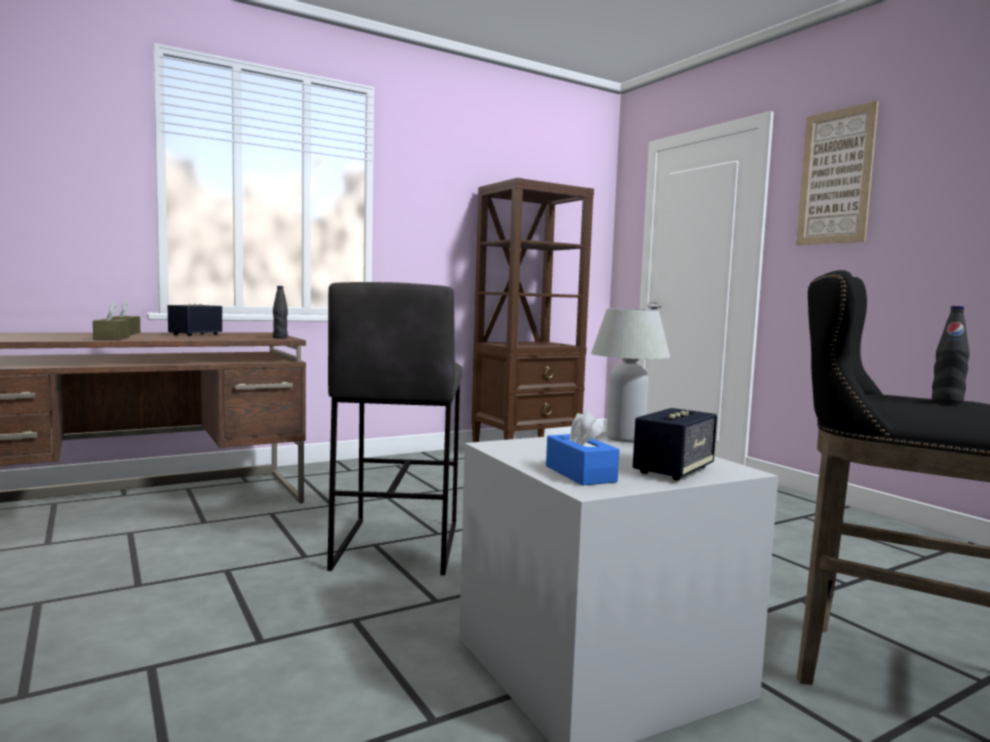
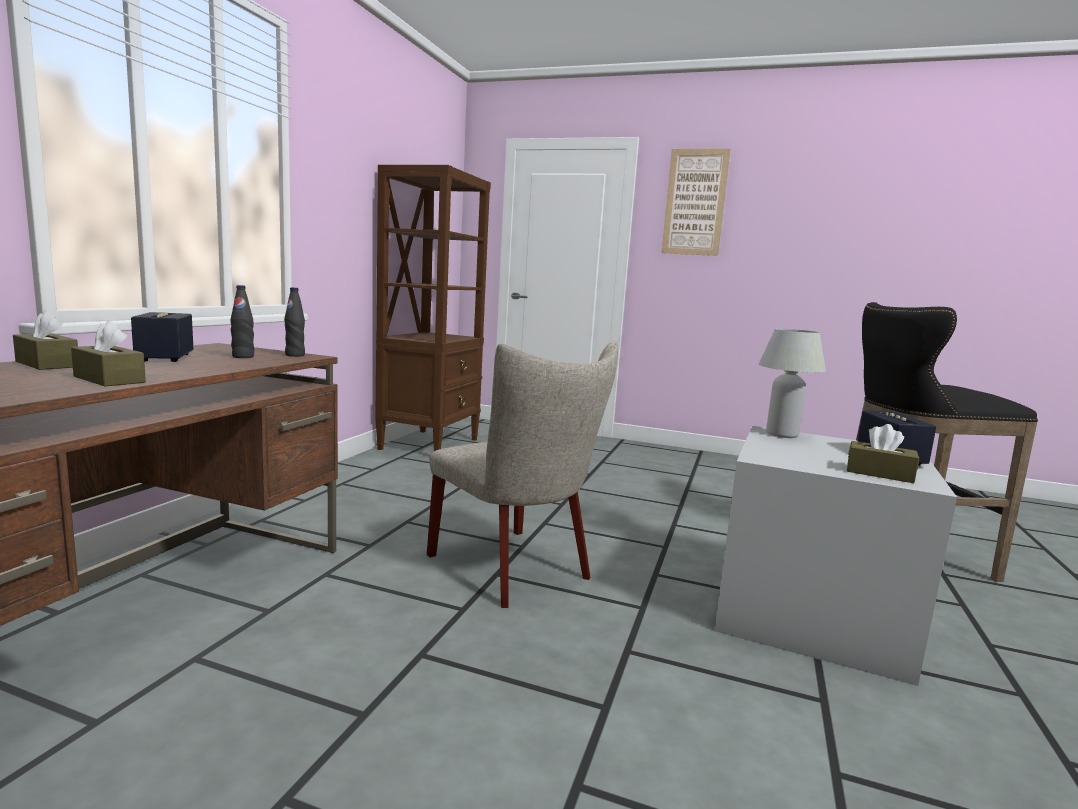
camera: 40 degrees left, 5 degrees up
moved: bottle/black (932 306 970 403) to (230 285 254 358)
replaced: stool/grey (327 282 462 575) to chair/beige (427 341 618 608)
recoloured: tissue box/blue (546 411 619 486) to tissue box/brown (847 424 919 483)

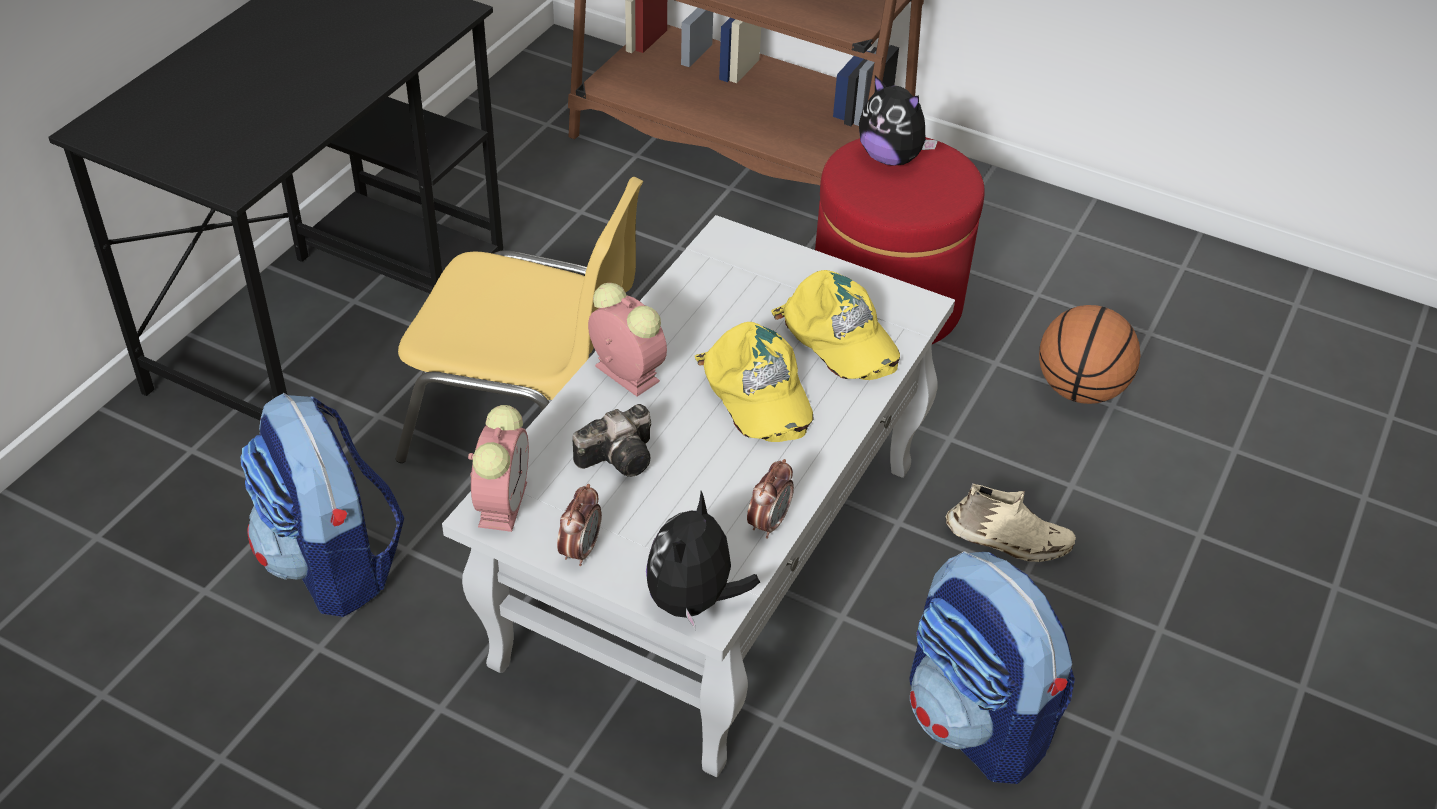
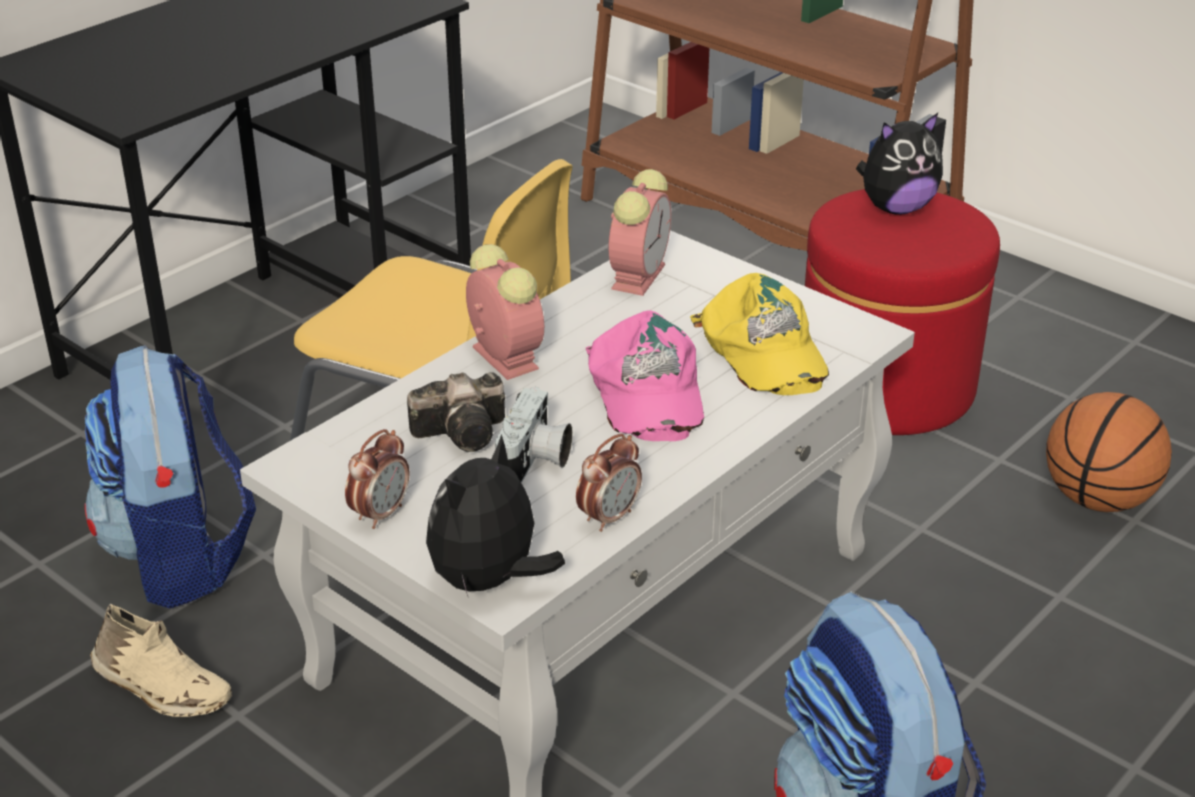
camera: 15 degrees right, 10 degrees down
added: photo camera (495 387 573 483)
moved: alarm clock (468 405 529 532) to (608 169 671 296); shoe/beige (946 483 1076 562) to (90 604 232 717)
recoloured: cap/yellow (695 322 814 442) to cap/pink (586 310 704 441)
turned: plush toy (859 75 938 165) = (856 113 943 215) 75 degrees counterclockwise

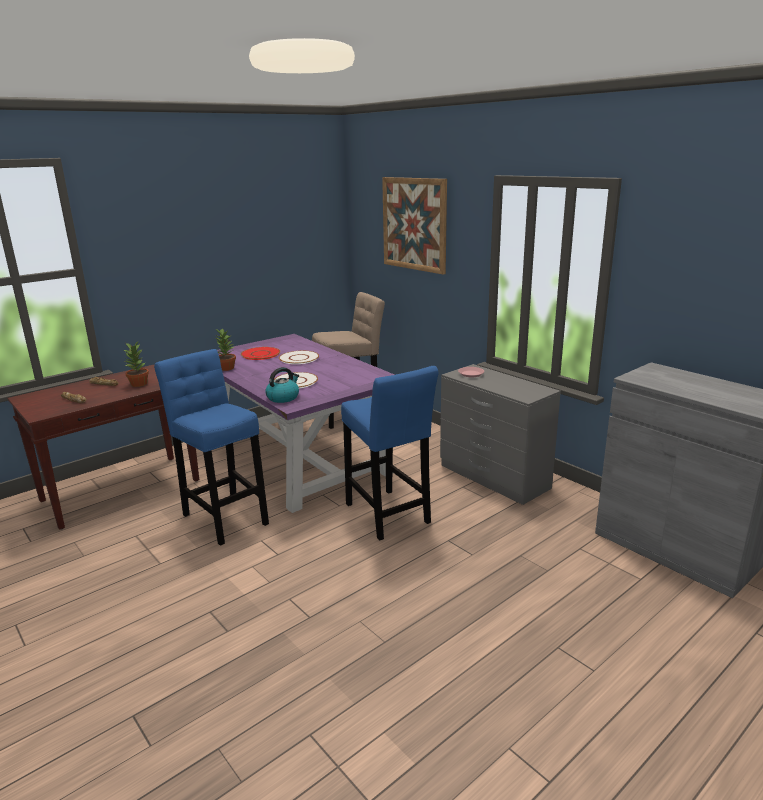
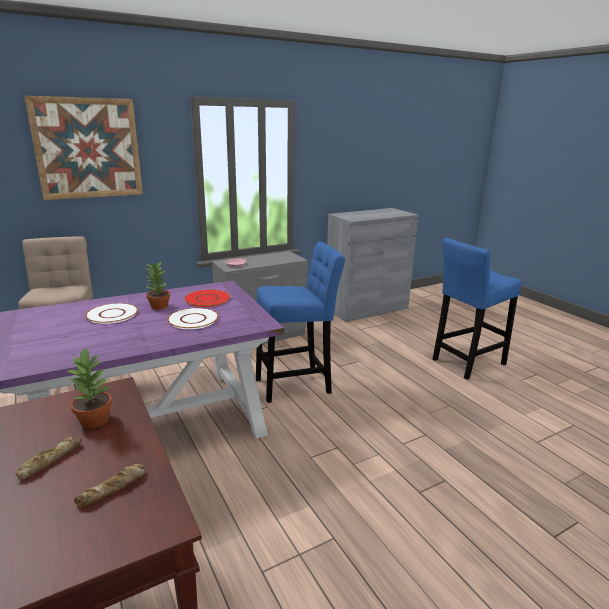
camera: 80 degrees left, 0 degrees up
removed: kettle (265 367 299 403)
moved: potted plant (215 329 236 371) to (146 262 170 310); plate/red (241 347 280 360) to (184 289 230 307); stool/blue (154 349 269 546) to (433 238 521 380)

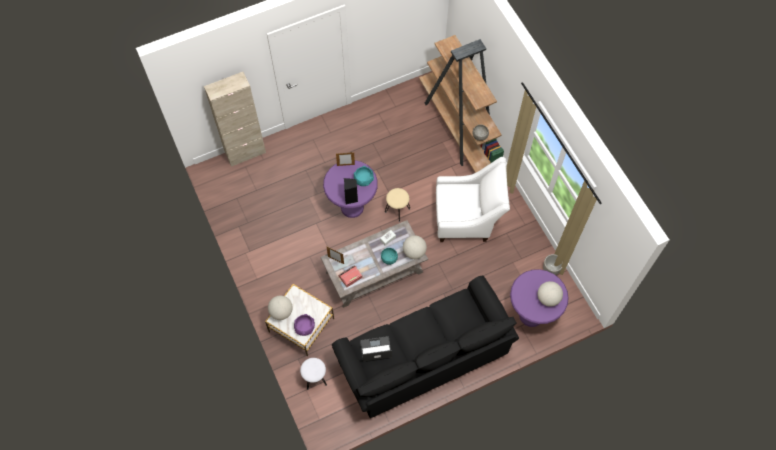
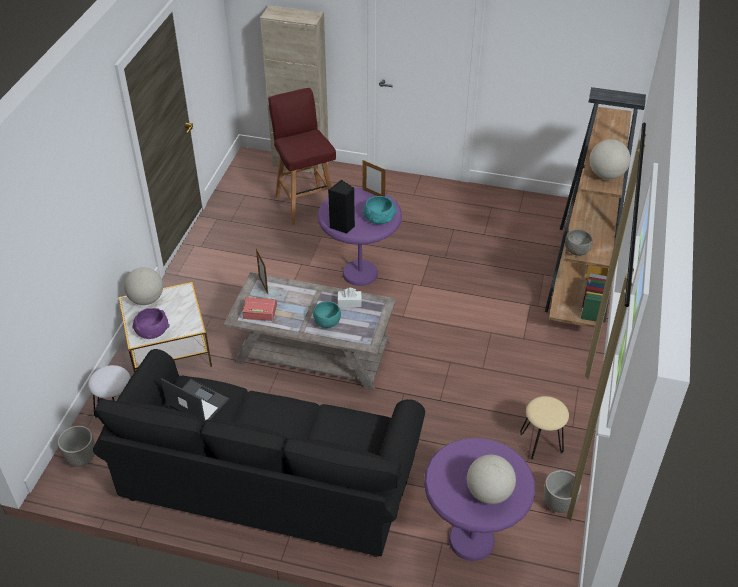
camera: 40 degrees right, 20 degrees down
removed: armchair/white (436 157 510 242)
added: stool/red (268 88 336 225); planter (58 426 95 467)
moved: stool/beige (385 188 410 222) to (520 396 569 460); globe (403 235 427 259) to (589 139 631 179)

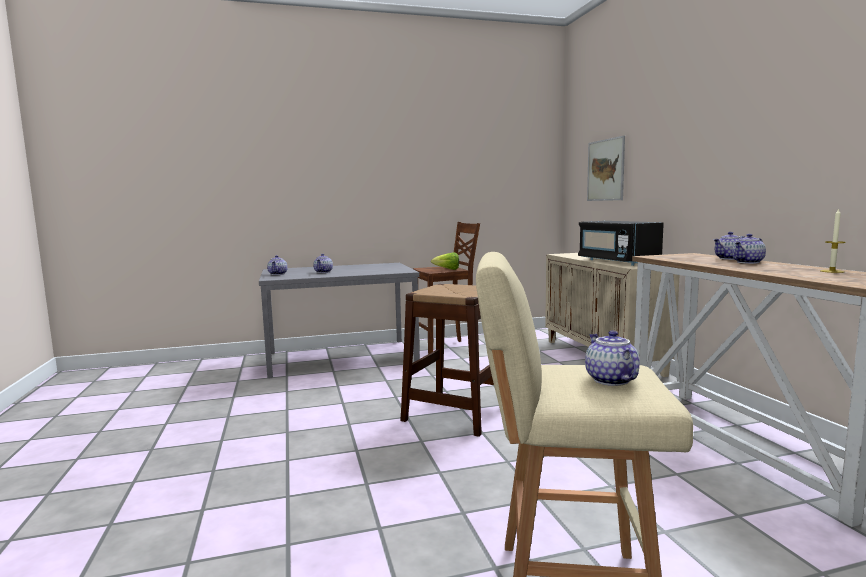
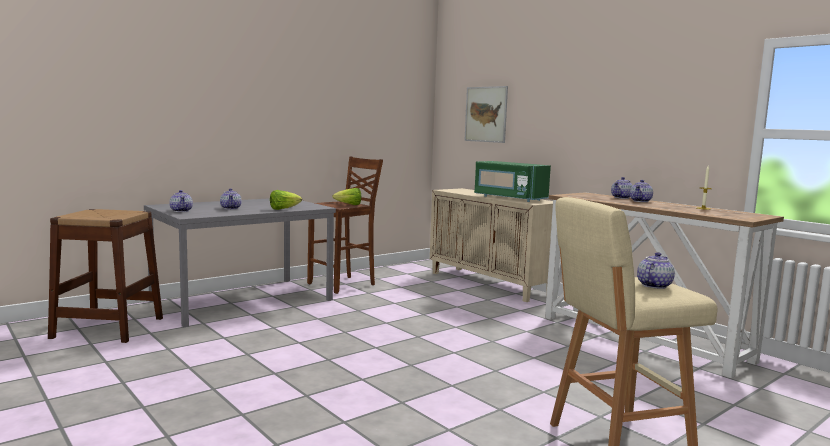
camera: 25 degrees left, 0 degrees up
added: lettuce (270 190 302 210)
moved: stool/brown (400 284 494 437) to (48 209 163 343)
recoloured: microwave/black (578 221 664 266) to microwave/green (474 161 551 202)
turned: teapot (585 331 640 386) = (637 252 675 289) 75 degrees clockwise

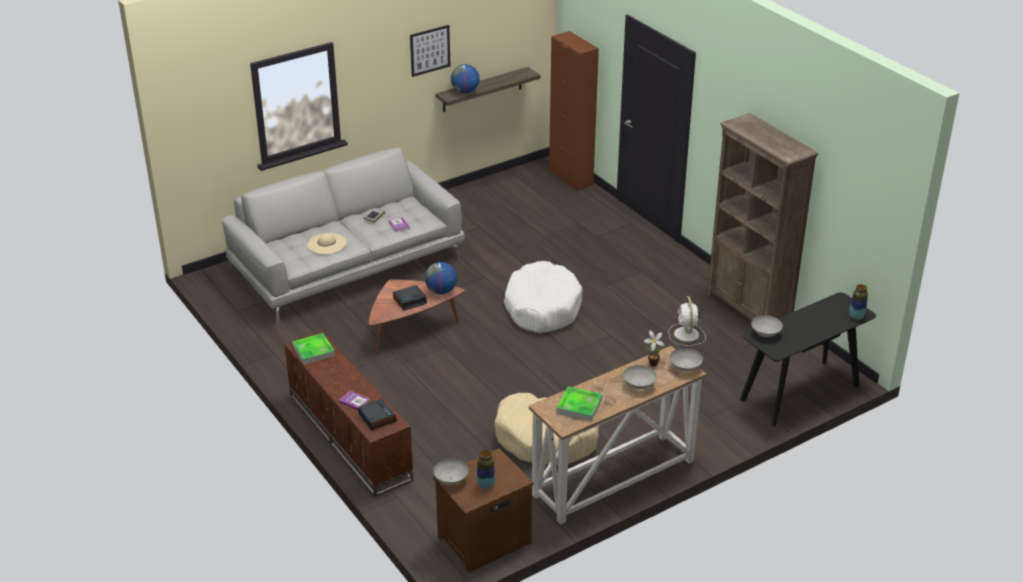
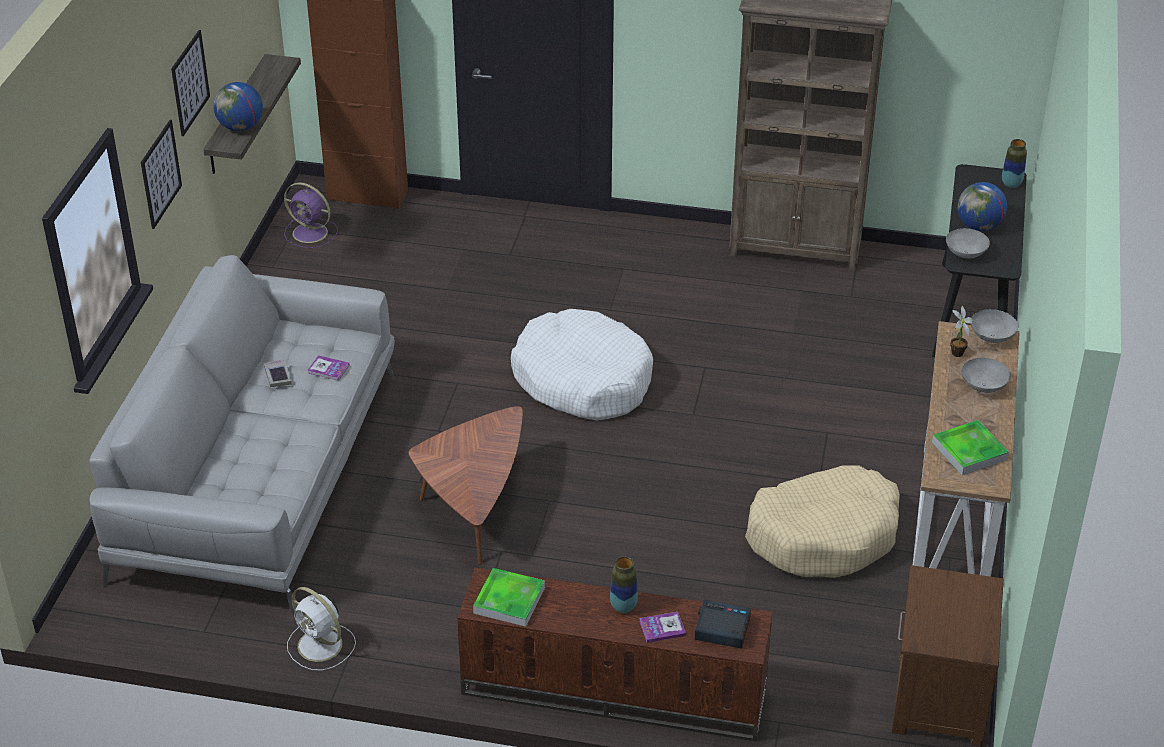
camera: 45 degrees left, 5 degrees up
removed: hat/beige (307 233 347 254); alarm clock (393 285 427 310); bowl/grey (434 459 469 485)
added: picture (141 120 182 229); fan/purple (284 182 338 248)
moved: globe (425 262 457 294) to (957 182 1007 231); fan/white (668 296 706 346) to (287 587 356 671); vase (477 450 495 489) to (610 556 638 613)

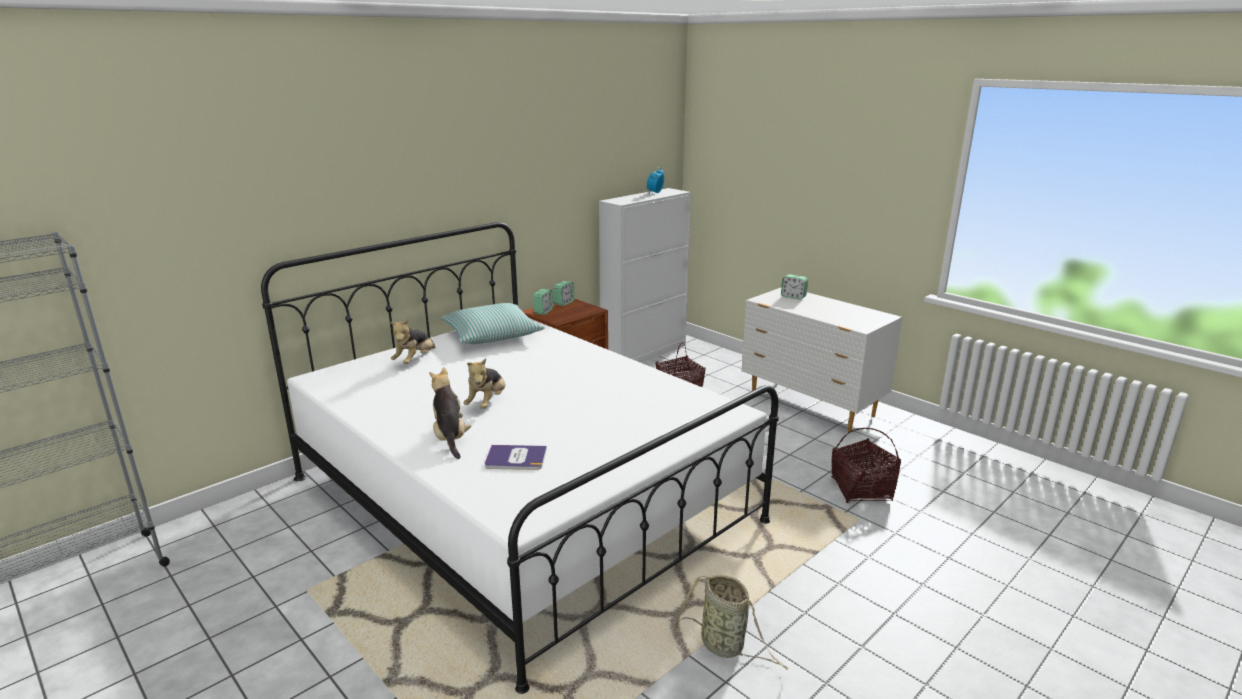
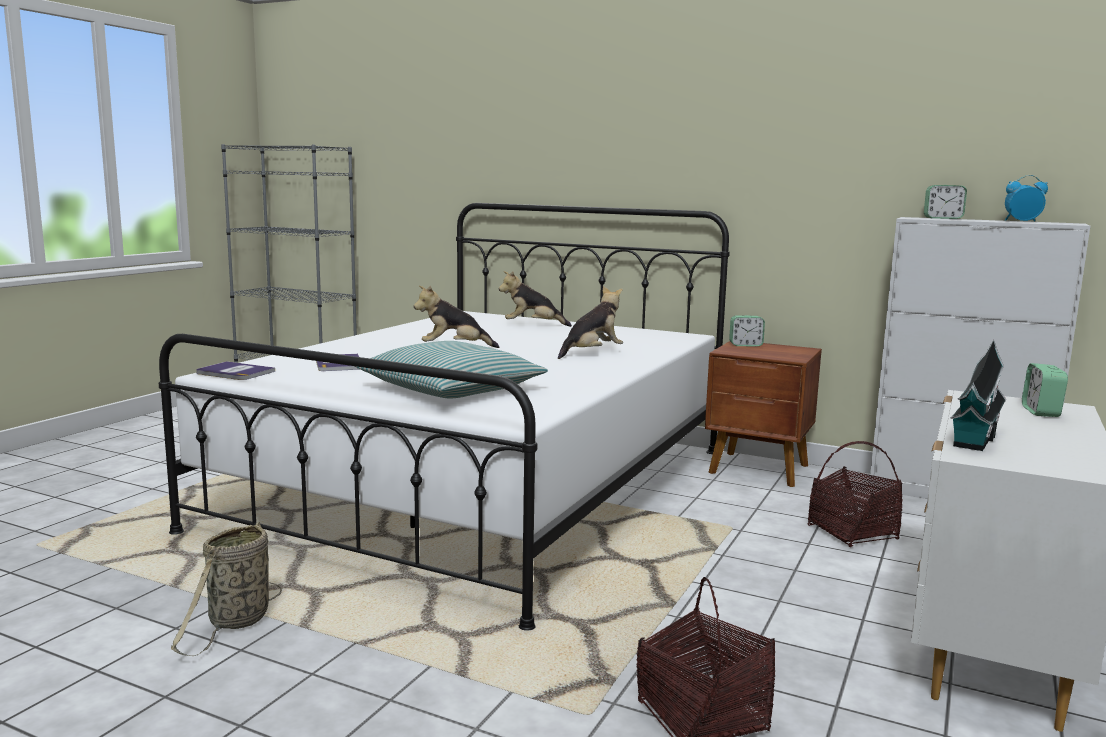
camera: 70 degrees right, 10 degrees down
added: toy house (950 340 1006 451); book (196 361 275 380)
moved: alarm clock (553 281 575 306) to (924 185 967 219); pillow (441 303 545 344) to (355 341 548 398); plush toy (429 367 472 459) to (558 286 623 359)

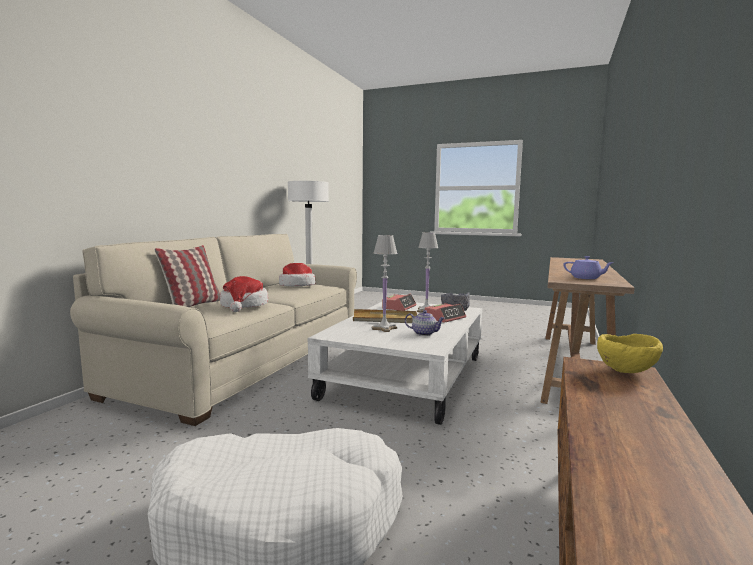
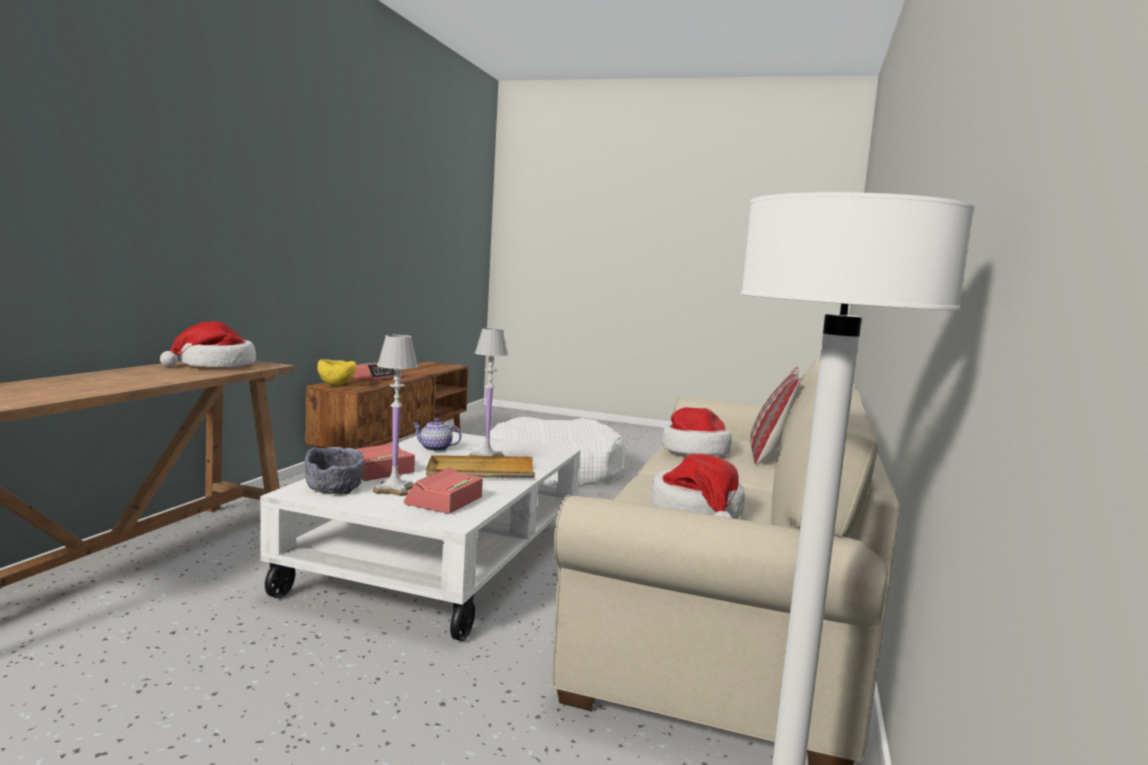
camera: 175 degrees right, 0 degrees up
added: alarm clock (353 363 395 381)
replaced: teapot/purple (563 256 614 279) to hat (160 321 256 367)

